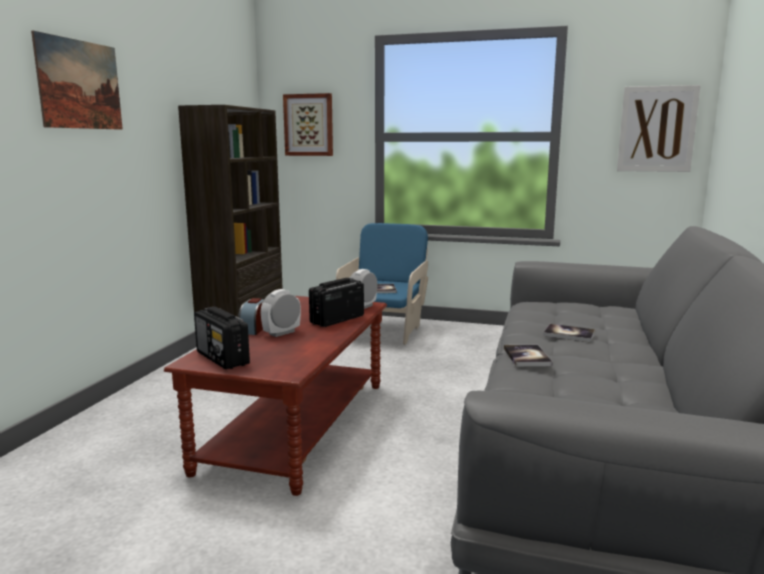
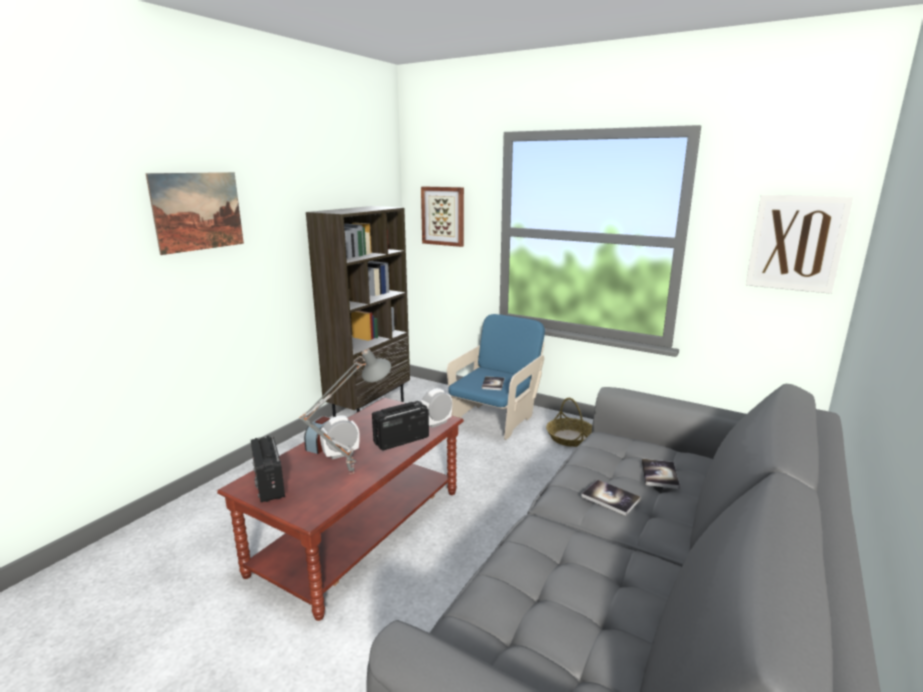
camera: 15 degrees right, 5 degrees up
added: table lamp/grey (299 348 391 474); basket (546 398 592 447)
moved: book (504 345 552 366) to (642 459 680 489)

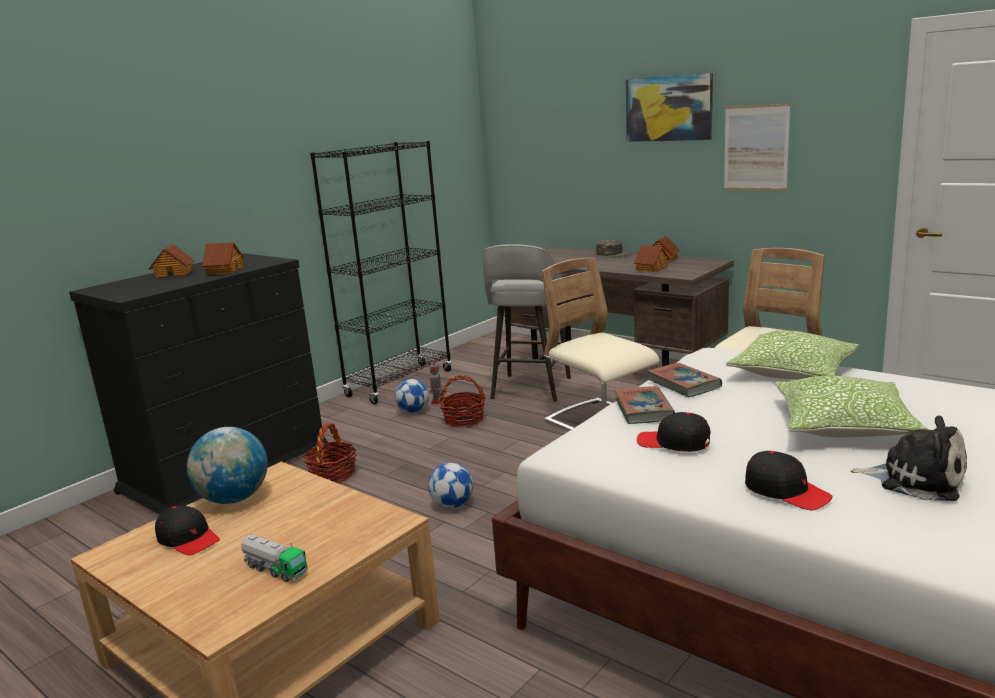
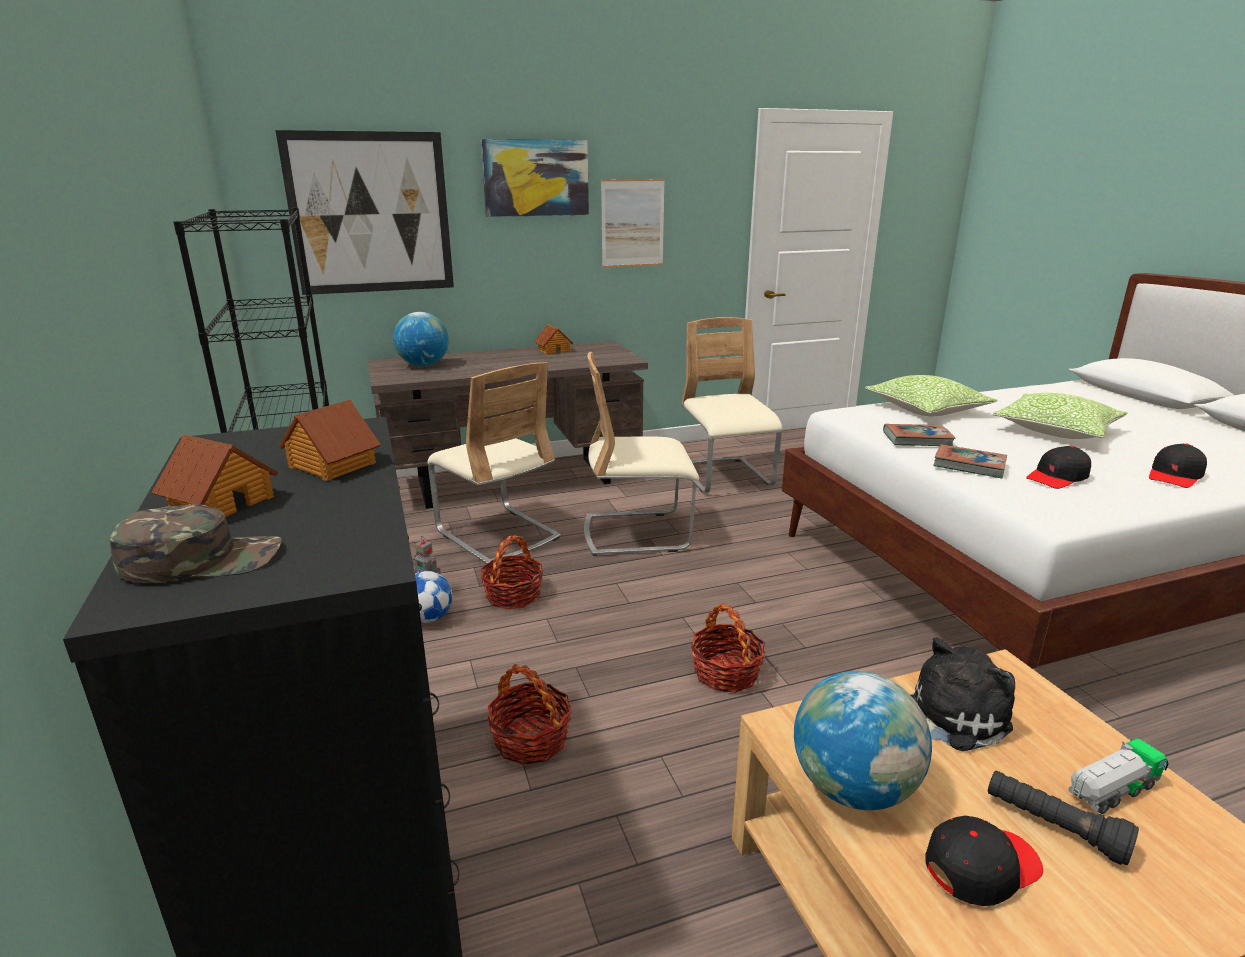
camera: 60 degrees left, 5 degrees up
removed: toy house (634 245 670 272)
added: picture (276 130 454 295); globe (393 312 449 367); flashlight/black (988 770 1139 865)
moved: cap/green (596 239 631 258) to (110 504 282 583); plush toy (850 416 967 501) to (911 637 1015 751)
replaced: stool/grey (482 244 571 402) to chair/beige (427 362 561 564); football (428 463 473 508) to basket (691 603 765 693)
turned: cap/black (745 451 832 510) = (1149 444 1207 488) 150 degrees clockwise

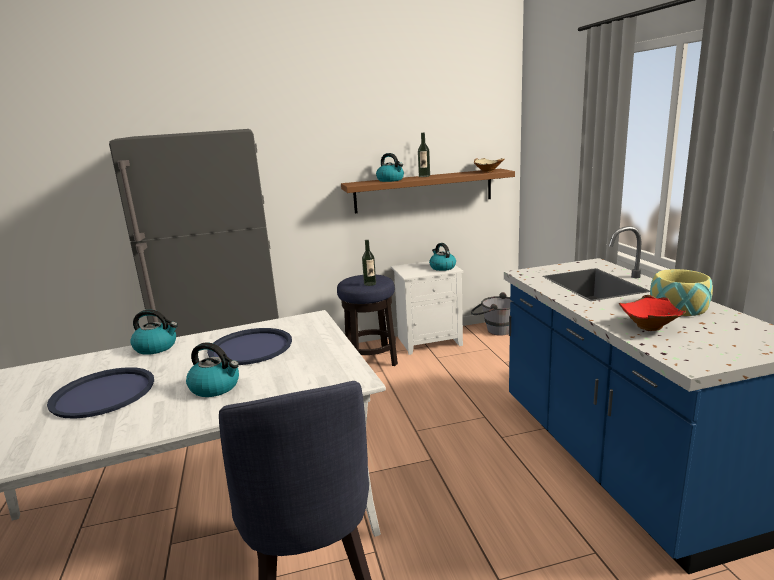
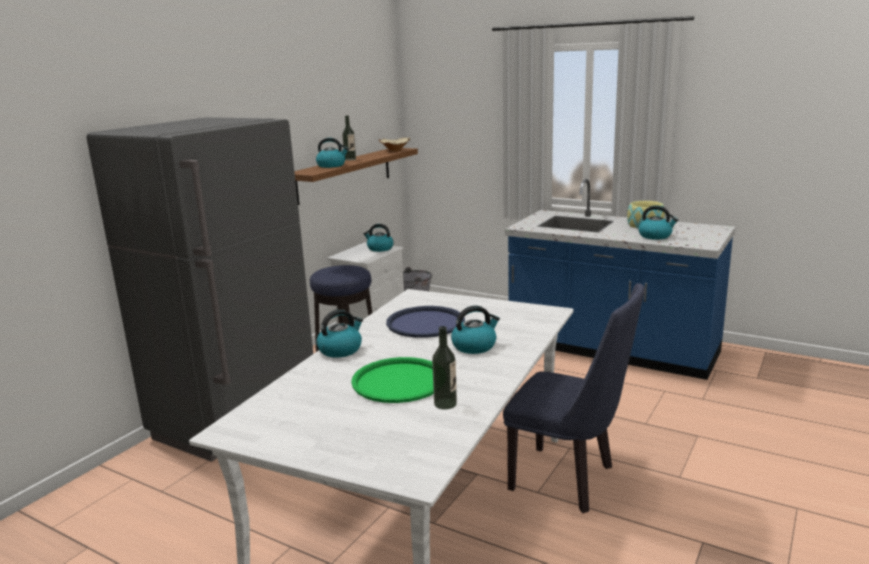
camera: 45 degrees left, 0 degrees up
moved: bottle (362 240 376 286) to (432 326 457 410)
replaced: bowl/red (619 295 686 331) to kettle (638 205 678 240)
recoloured: tray/blue (47 367 154 419) to tray/green (351 357 434 403)

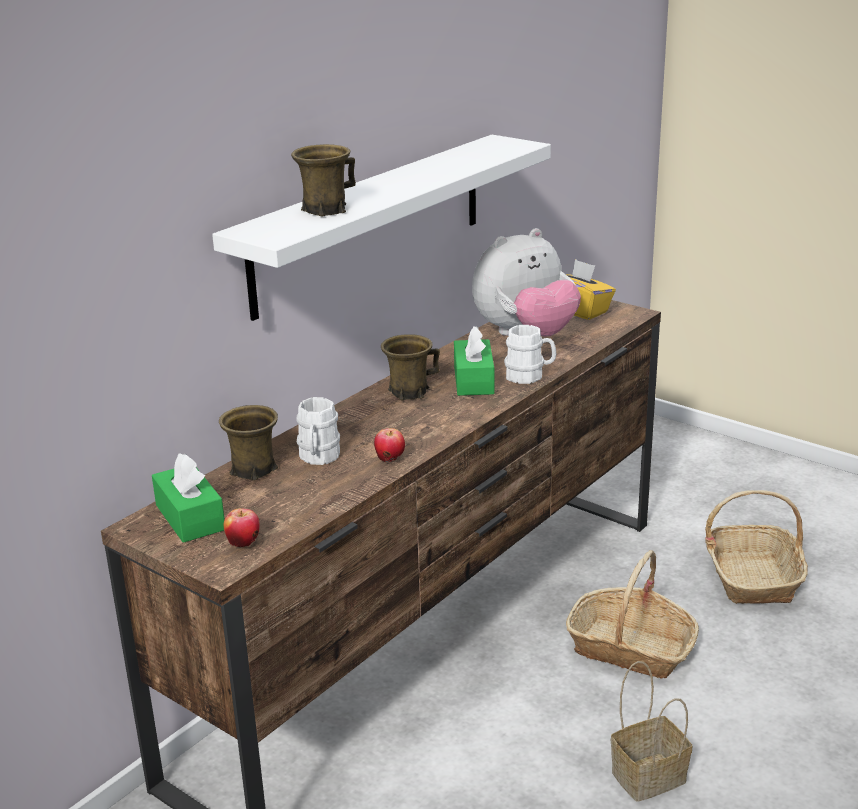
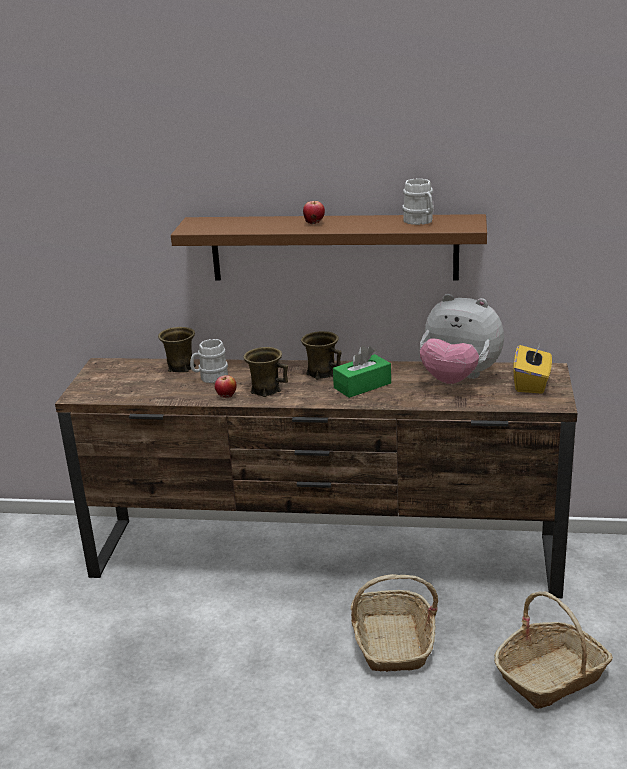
camera: 60 degrees right, 0 degrees up
removed: tissue box/green (152 453 225 543); basket (611 661 692 802)
moved: mug/brown (291 144 356 216) to (244 347 288 397); mug/white (504 325 556 384) to (402 179 433 225); apple (224 508 259 547) to (303 201 325 224)
recoloured: shelf/white (212 135 551 321) to shelf/brown (171 214 487 281)

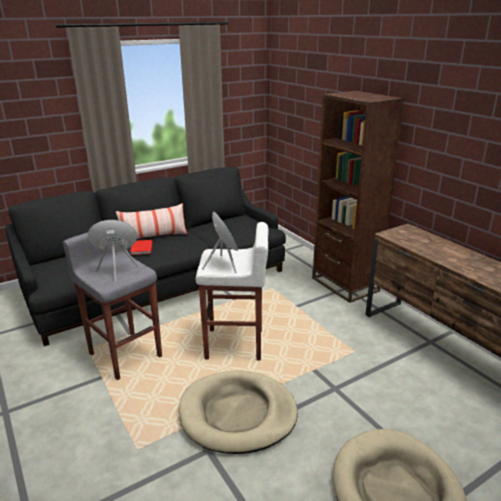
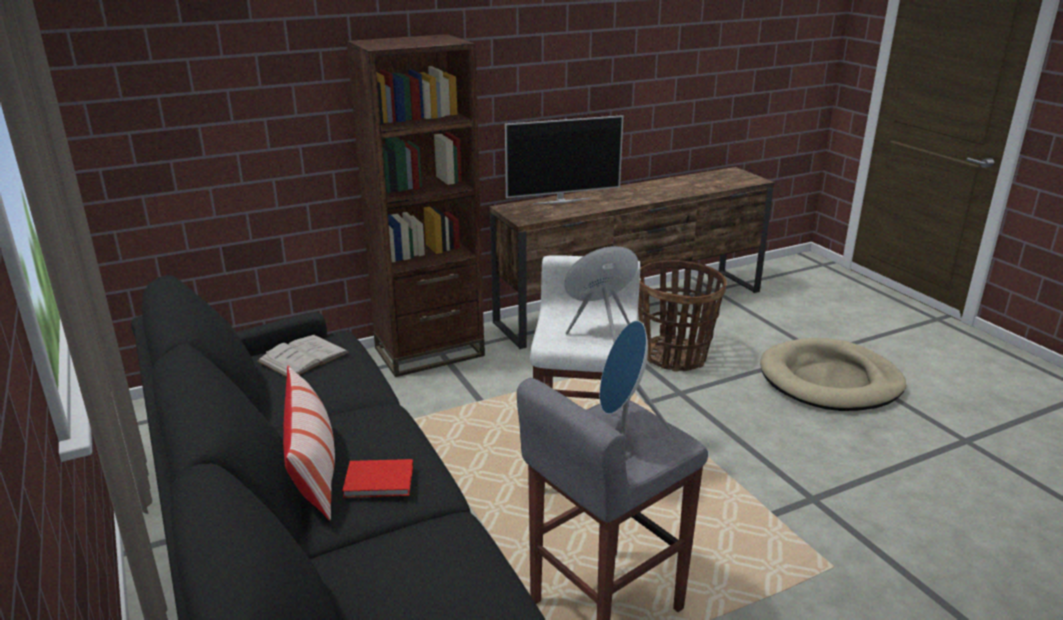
camera: 85 degrees left, 0 degrees up
removed: dog bed/beige (179 370 298 454)
added: television (505 115 623 204); basket (638 260 727 372); book/white (257 335 349 377)

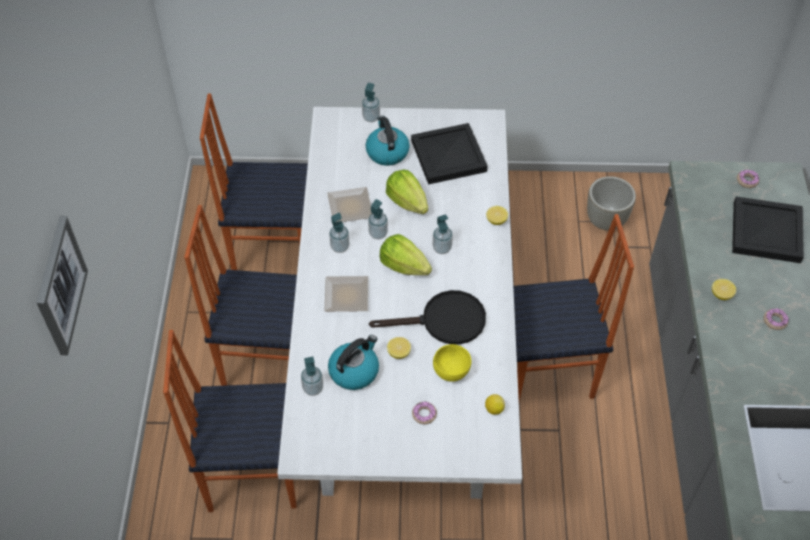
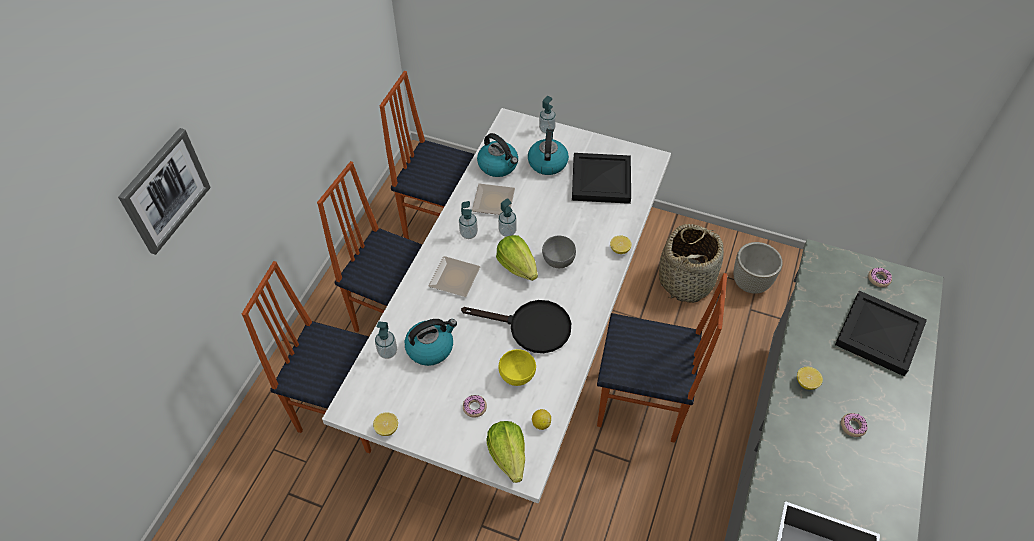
camera: 20 degrees right, 0 degrees up
added: kettle (477 133 518 177); basket (659 224 724 303)
moved: lettuce (386 169 428 214) to (487 421 525 483); lemon (387 337 411 359) to (373 412 398 436)
replaced: soap dispenser (433 215 453 254) to bowl/grey (542 236 576 268)

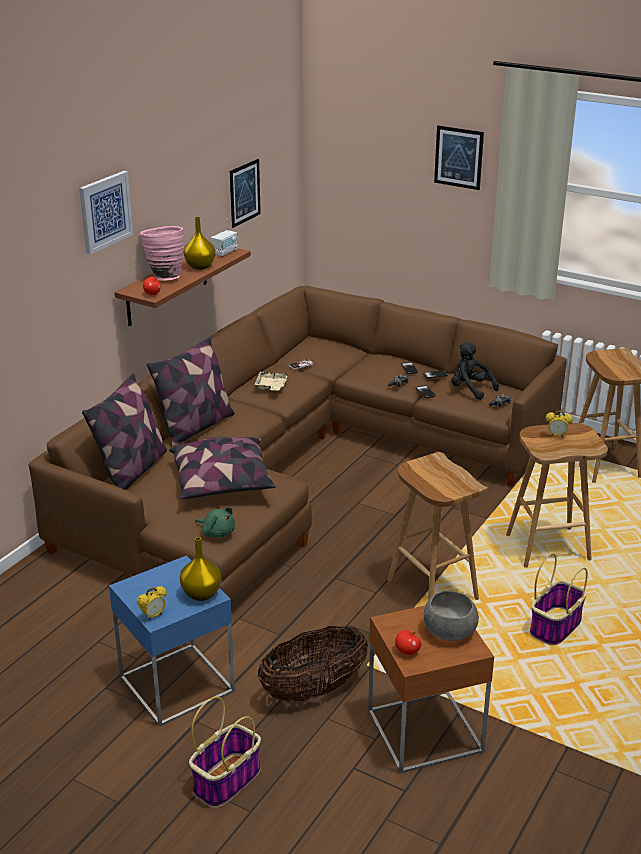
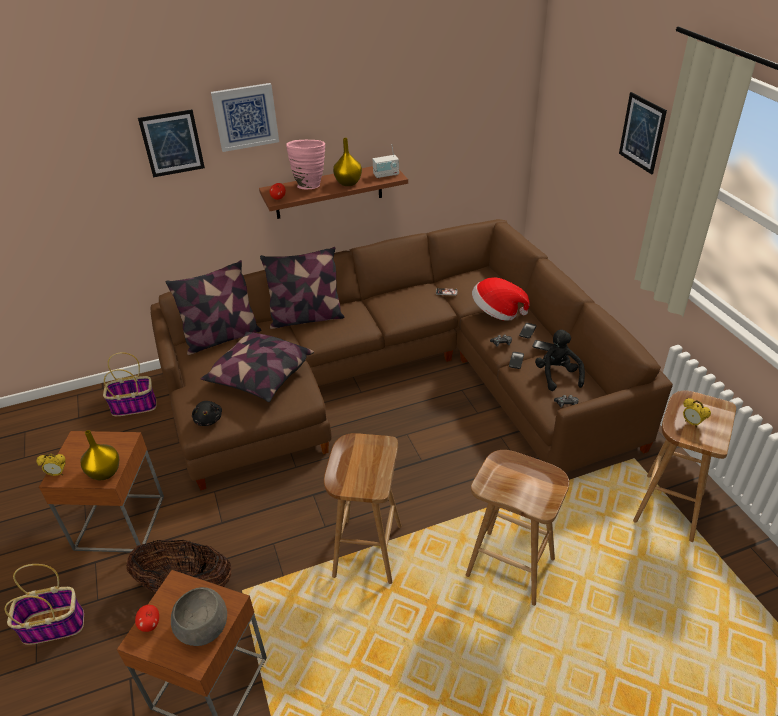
camera: 40 degrees right, 10 degrees up
removed: tray/beige (254 372 288 391)
added: hat (472 277 529 321)
moved: picture (230 159 261 228) to (138 109 205 177); alarm clock (546 411 573 438) to (683 398 711 427); basket (530 553 588 645) to (103 352 157 416)
recoloured: plush toy/green (195 507 235 538) to plush toy/black (192 401 222 426); side table/blue (109 555 235 727) to side table/brown (39 431 164 553)

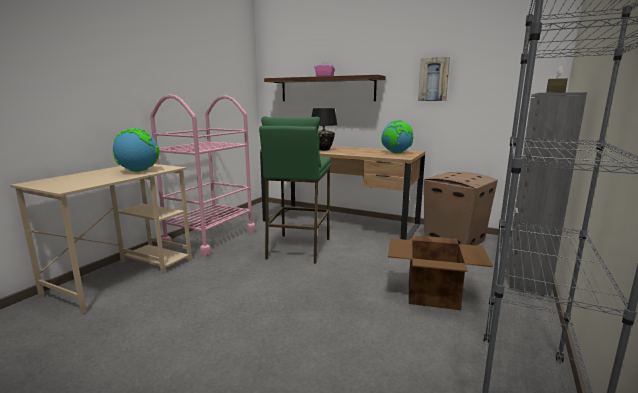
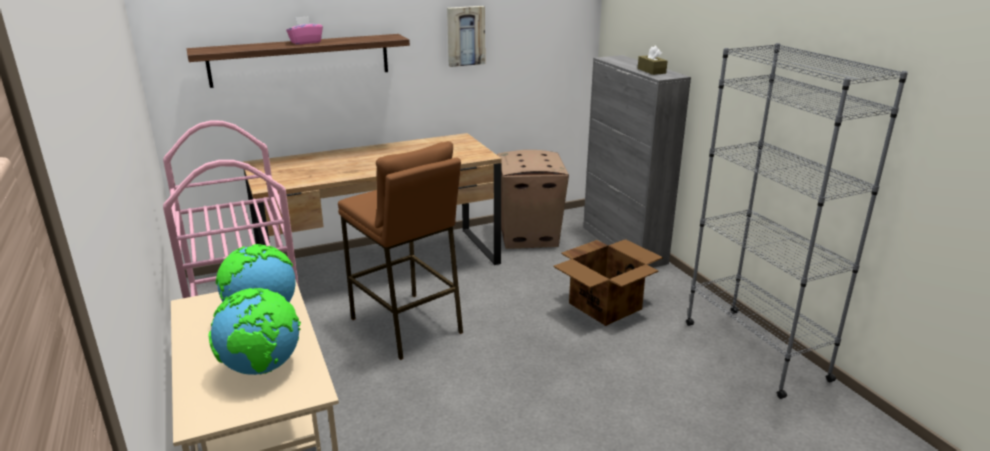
camera: 50 degrees left, 10 degrees up
removed: table lamp/black (312 108 337 151)
moved: globe (381 120 414 153) to (209 288 301 375)
recoloured: stool/green (259 116 331 264) to stool/brown (338 141 463 360)

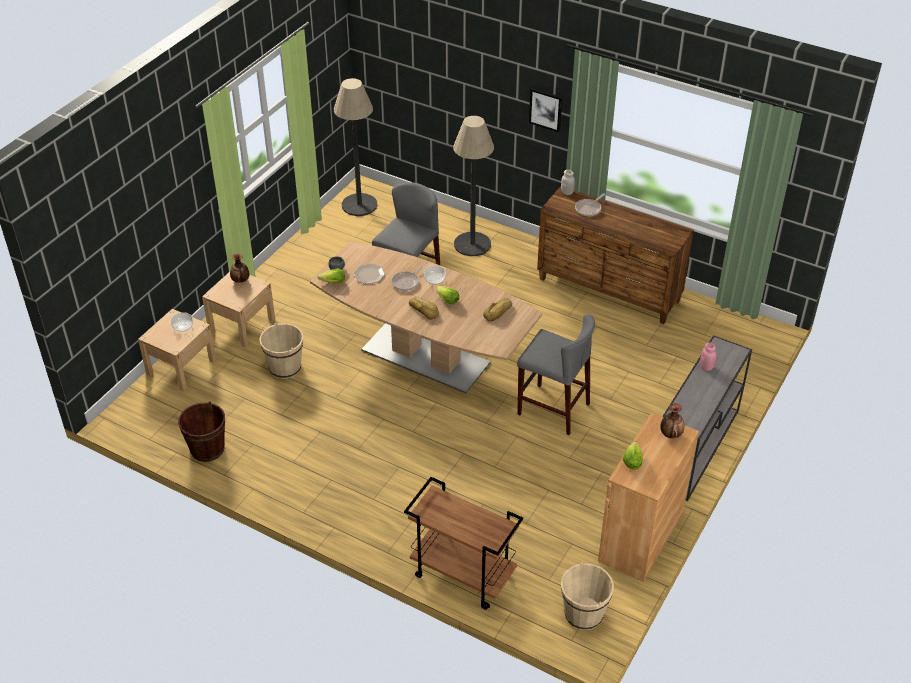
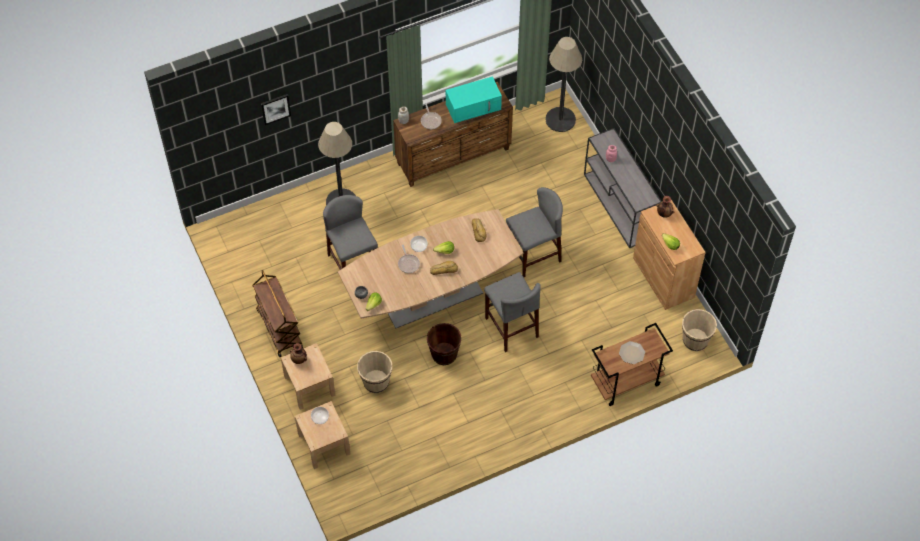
camera: 55 degrees left, 15 degrees up
added: microwave/turquoise (446 76 502 123); cart/brown (252 270 303 357); stool/grey (484 272 541 352)
moved: floor lamp (334 78 377 216) to (545 37 582 132); picture (529 88 562 133) to (261 94 291 125); plate (353 263 385 284) to (619 341 645 364); bucket/brown (178 401 225 462) to (427 323 462 365)

